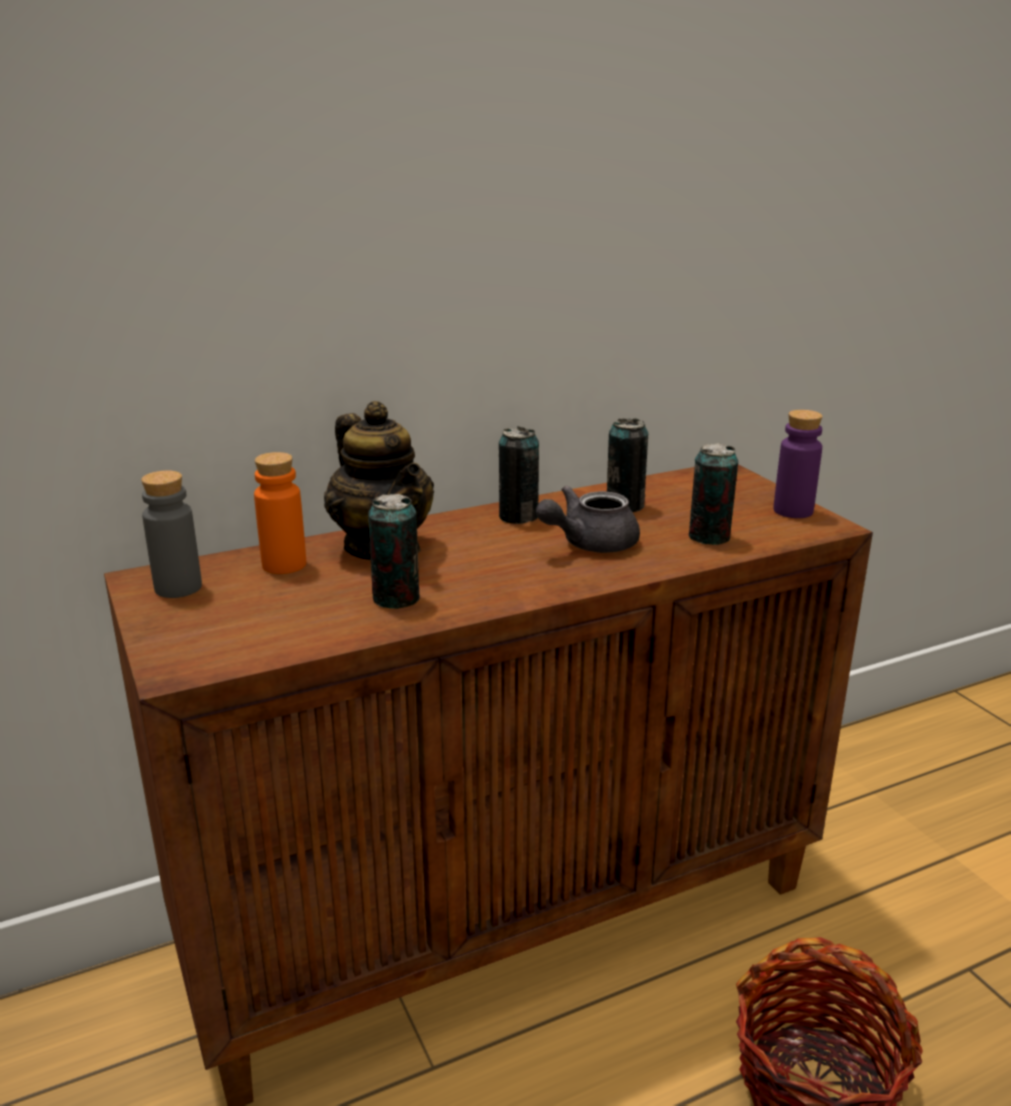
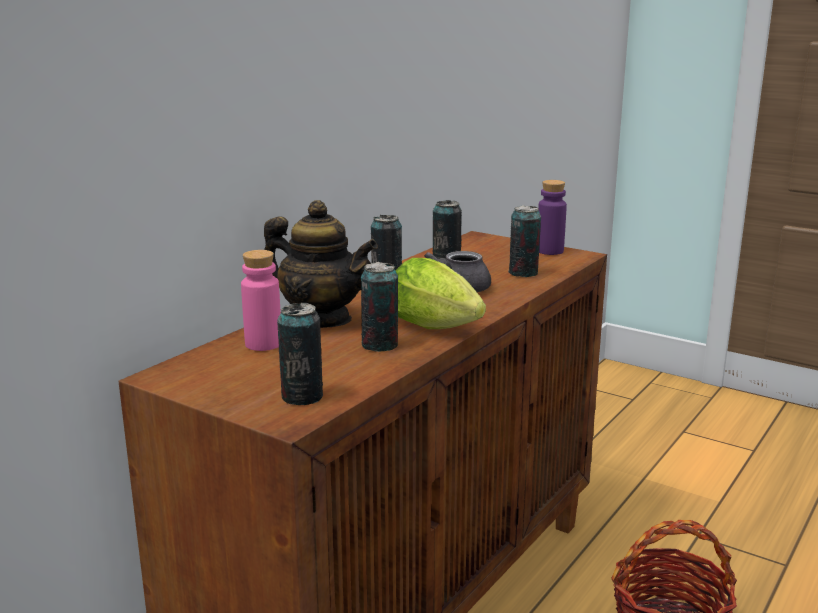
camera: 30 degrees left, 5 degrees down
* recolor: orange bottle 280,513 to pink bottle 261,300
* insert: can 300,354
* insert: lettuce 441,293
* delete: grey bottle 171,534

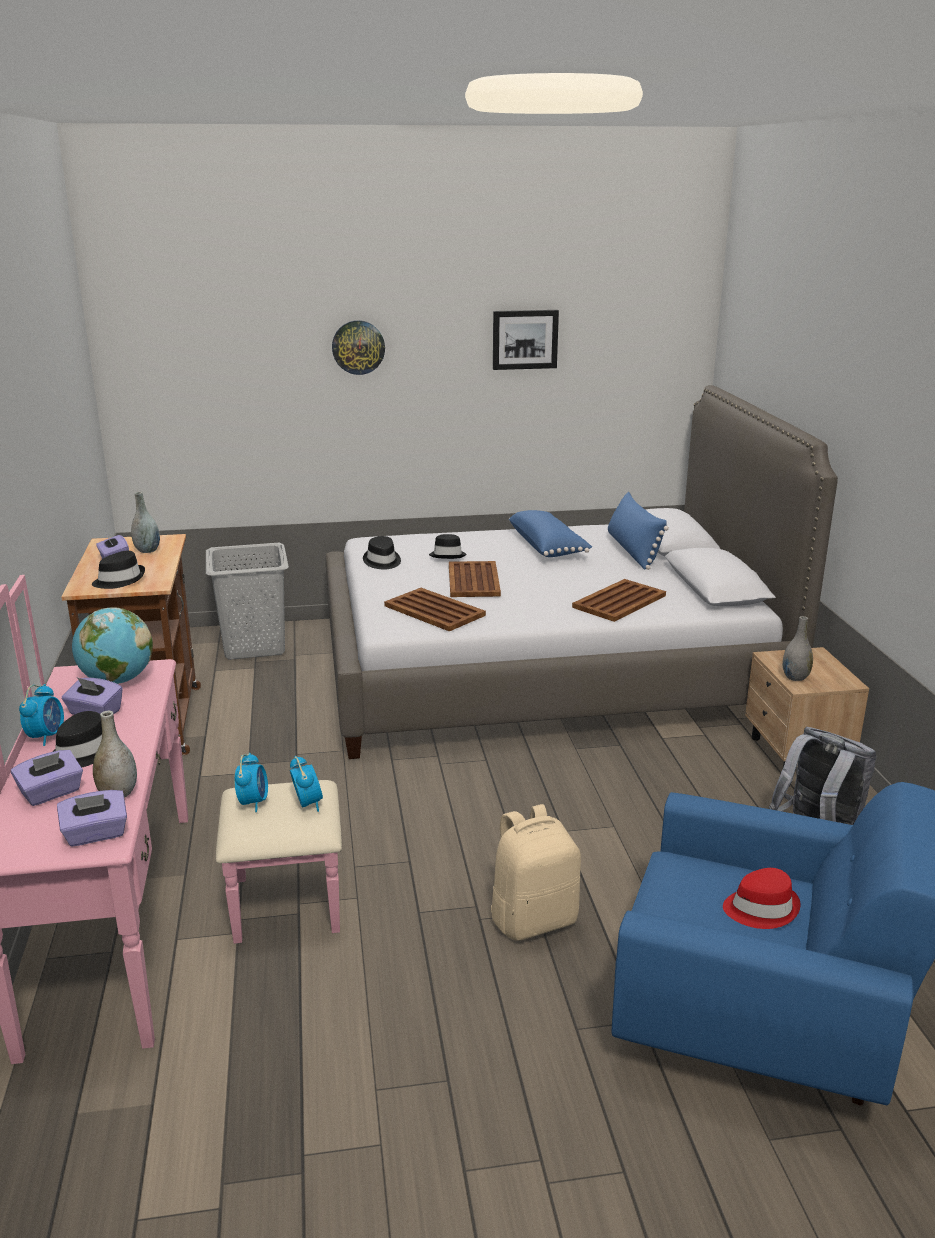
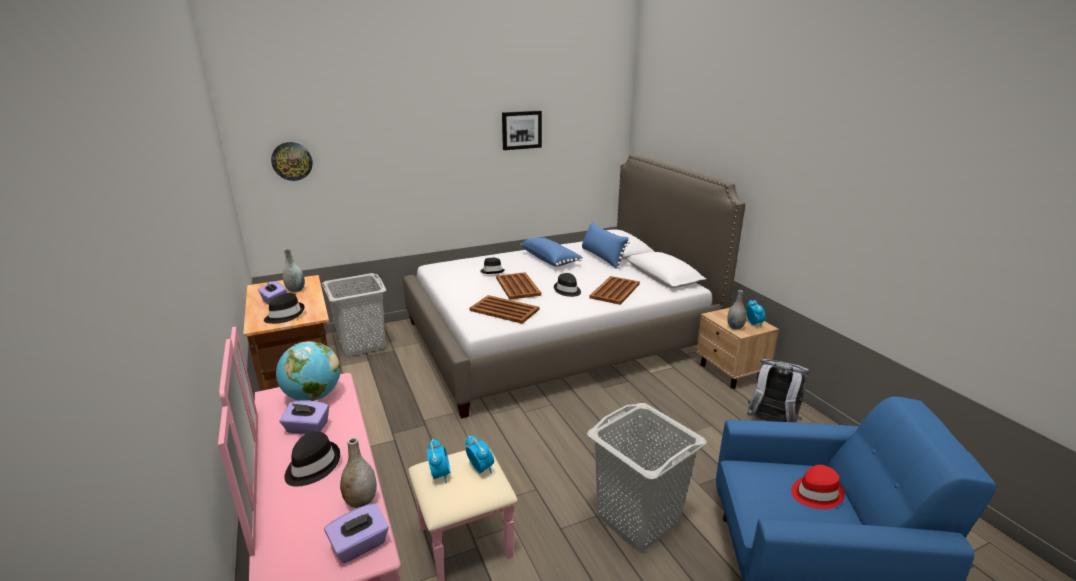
camera: 15 degrees left, 0 degrees up
* move: wall clock 358,347 to 292,161
* move: black hat 382,552 to 567,285
* replace: beige backpack 535,872 to grey laundry basket 647,477
* move: alarm clock 41,715 to 755,314
* delete: purple tissue box 47,778

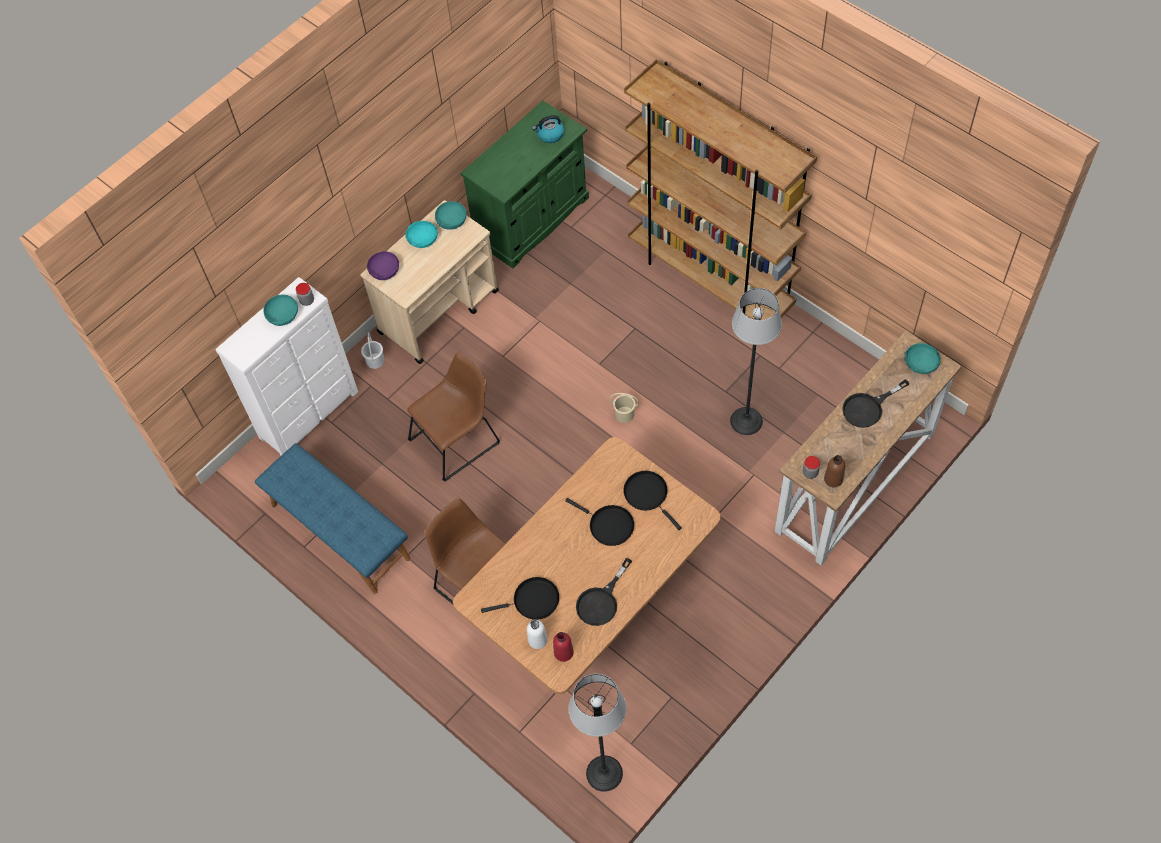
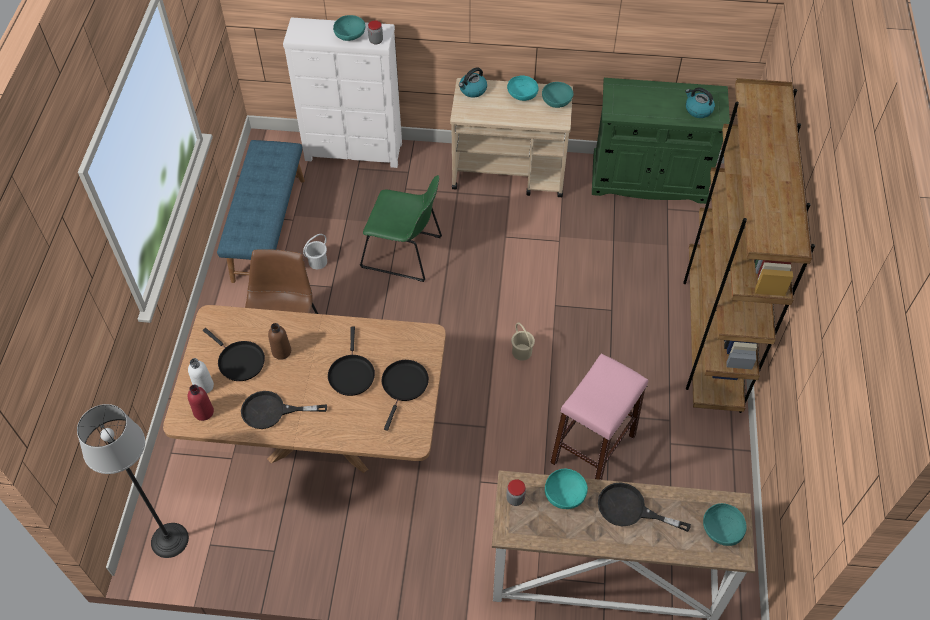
camera: 50 degrees right, 5 degrees down
* move: brown bottle 834,471 to 279,341
* move: white bucket 373,351 to 315,251
* recolor: brown chair 453,416 to green chair 401,228
* replace: purple bowl 383,265 to kettle 473,82
* insert: turquoise bowl 566,489
* replace: floor lamp 756,361 to pink stool 599,416

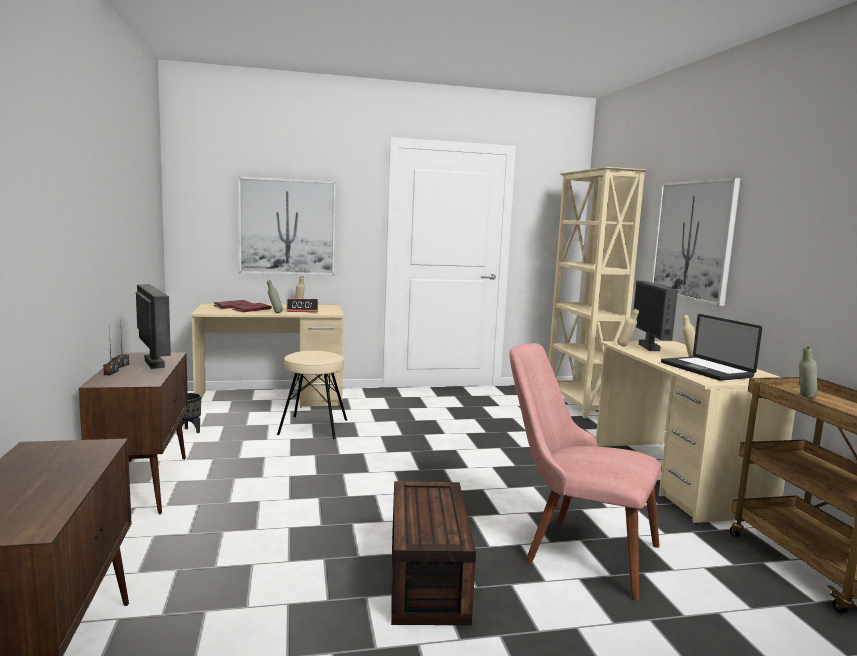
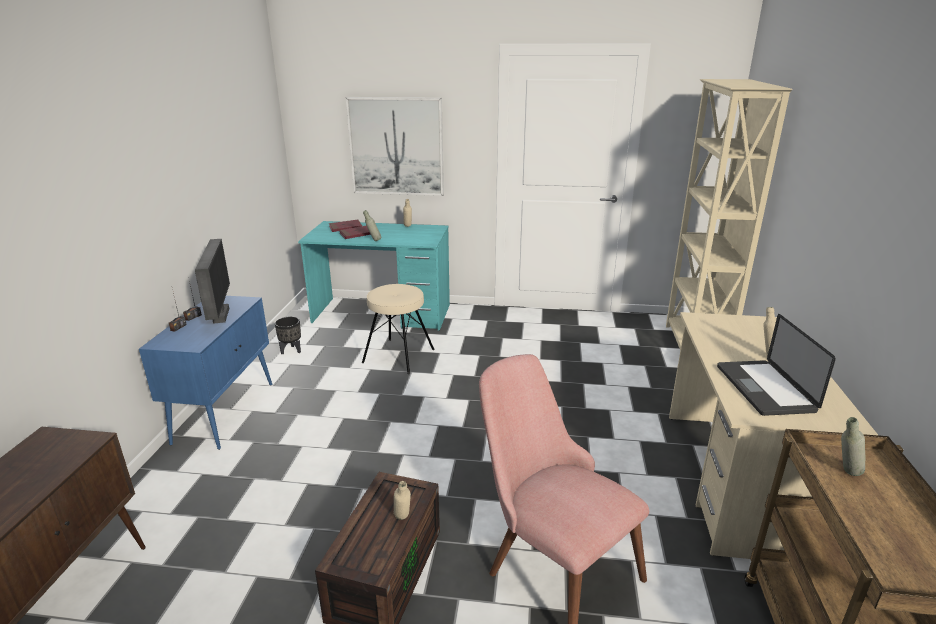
camera: 20 degrees right, 15 degrees up
* recolor: brown cabinet 133,433 to blue cabinet 205,373
* recolor: beige desk 267,355 to turquoise desk 374,276
* move: beige bottle 628,328 to 402,500
* delete: alarm clock 302,305
* delete: monitor 655,316
* delete: picture 696,242

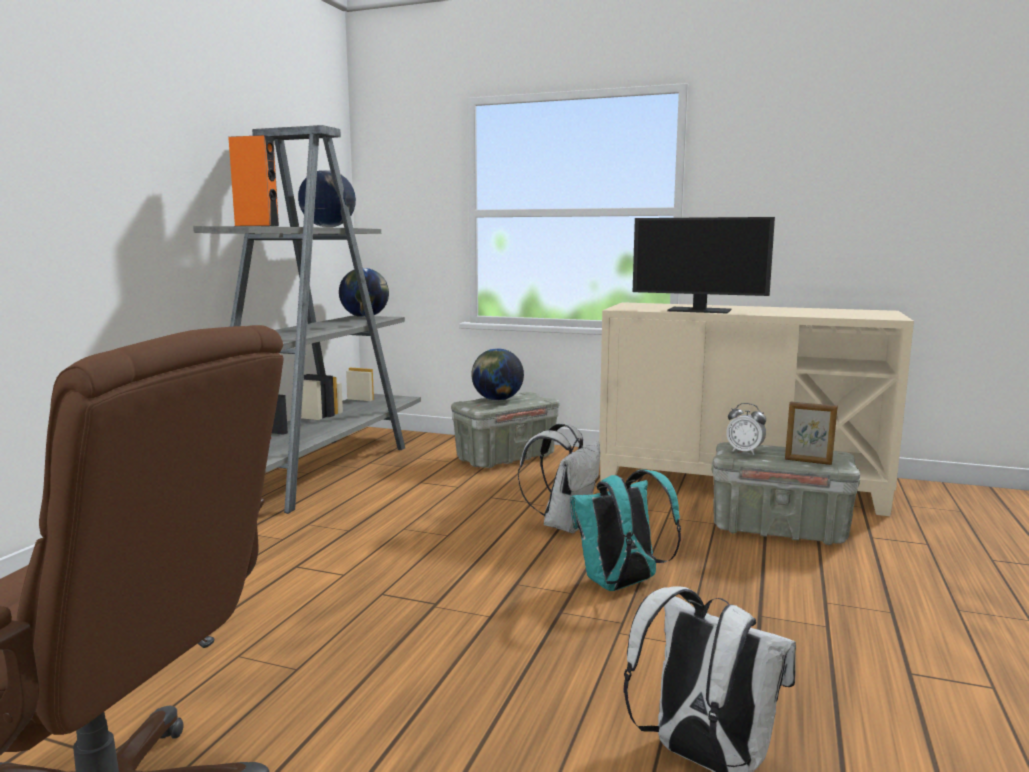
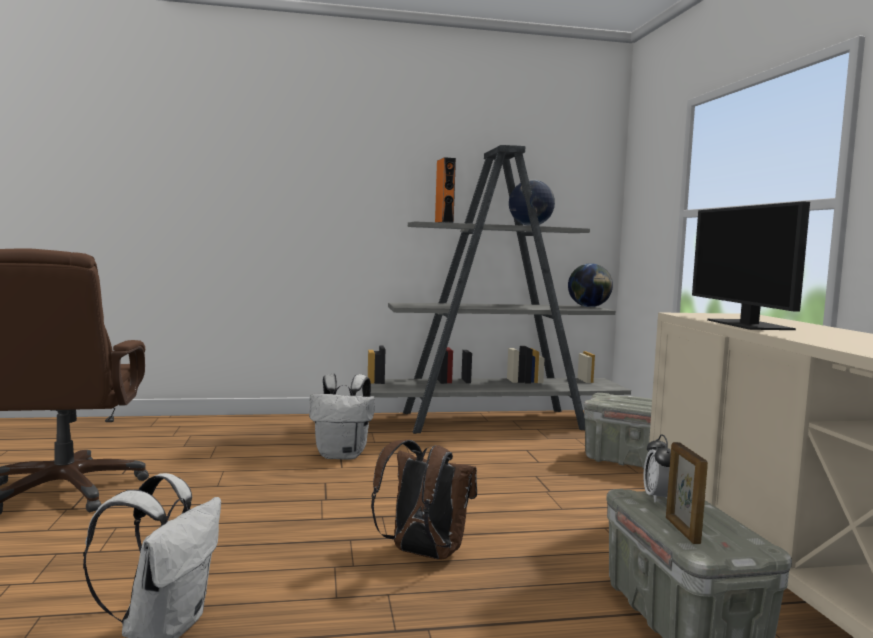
camera: 60 degrees right, 5 degrees down
* move: white backpack 559,478 to 342,416
* recolor: turquoise backpack 625,530 to brown backpack 424,499
* delete: globe 497,374

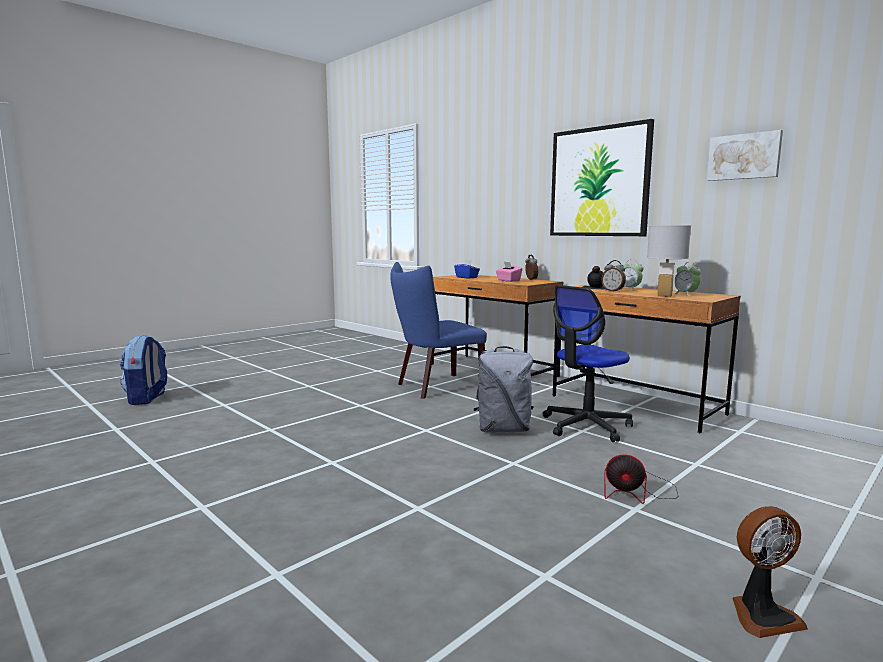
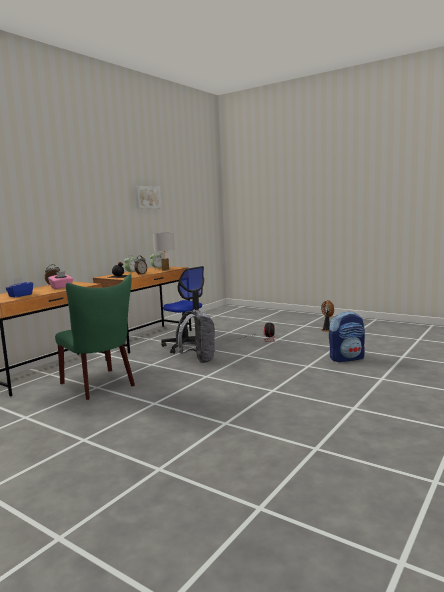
camera: 100 degrees left, 0 degrees up
* recolor: blue chair 438,330 to green chair 95,337
* move: backpack 143,370 to 347,336
* delete: picture 602,177

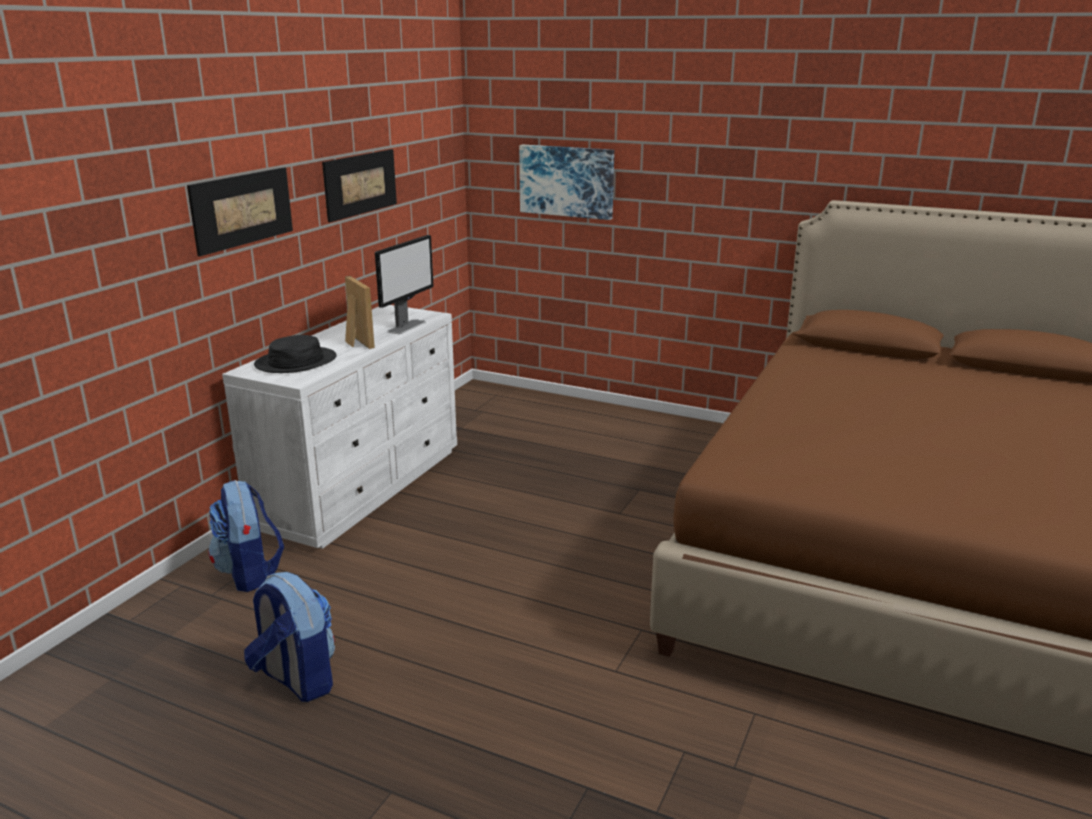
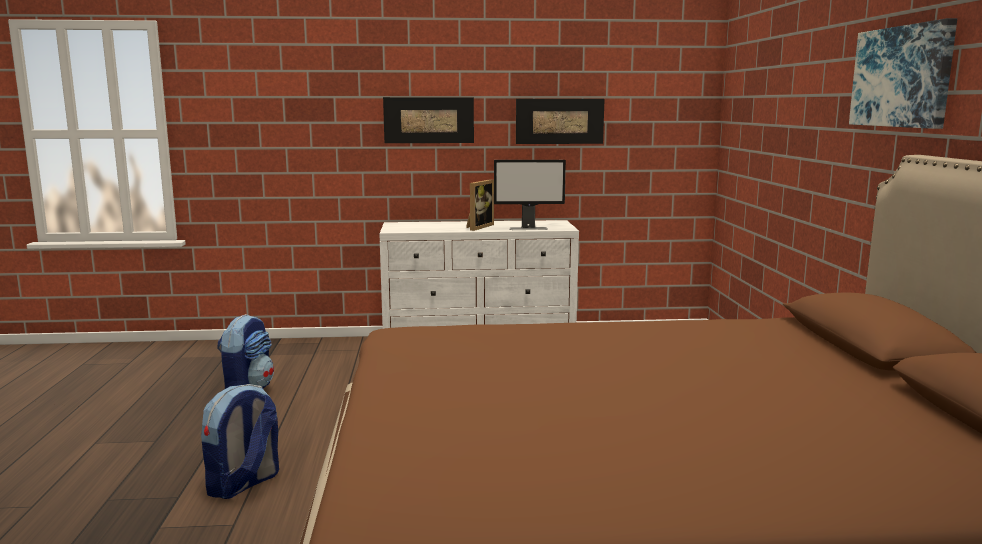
camera: 60 degrees right, 10 degrees down
* move: backpack 246,536 to 240,441
* move: picture 566,182 to 903,73
* delete: black hat 295,354

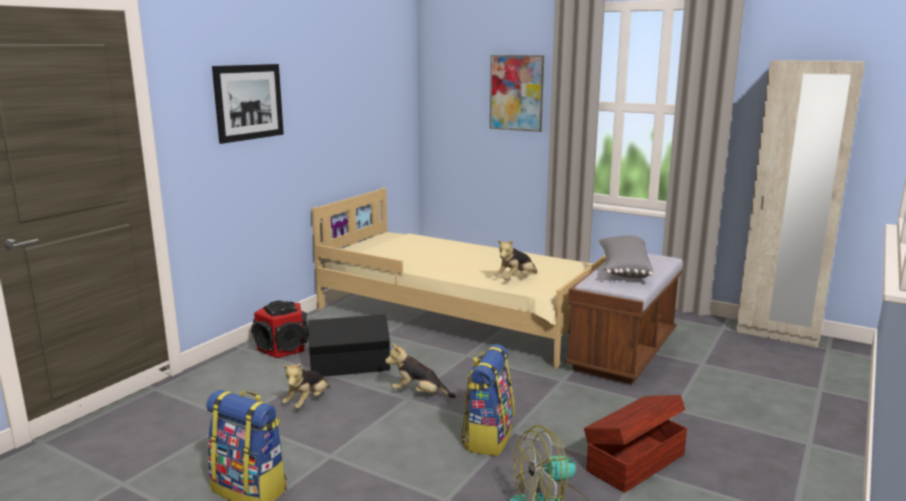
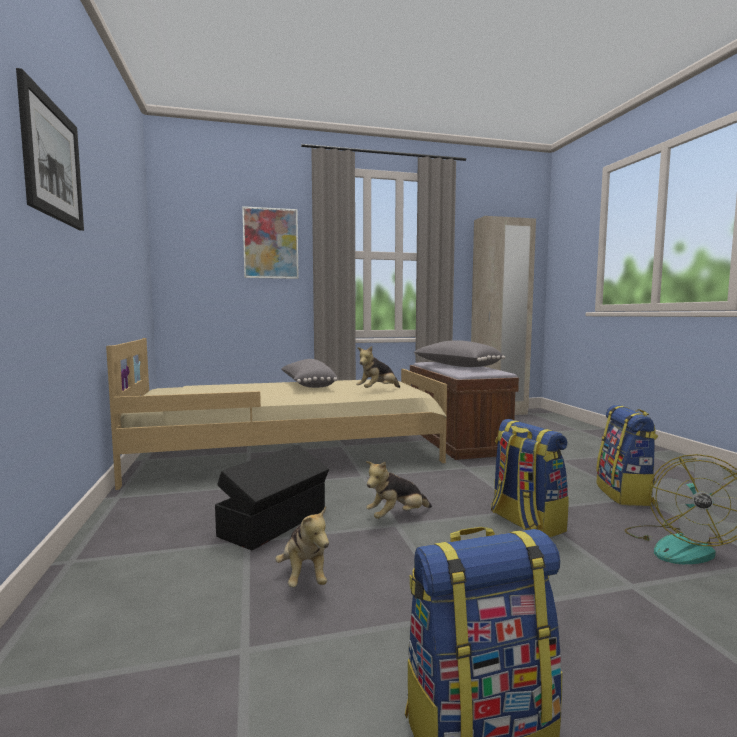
camera: 45 degrees left, 10 degrees down
* insert: grey pillow 309,373
* rotate: plush toy 516,260 = 378,367 45 degrees clockwise
* replace: brown storage box 635,444 to backpack 627,455
* delete: speaker 280,329

